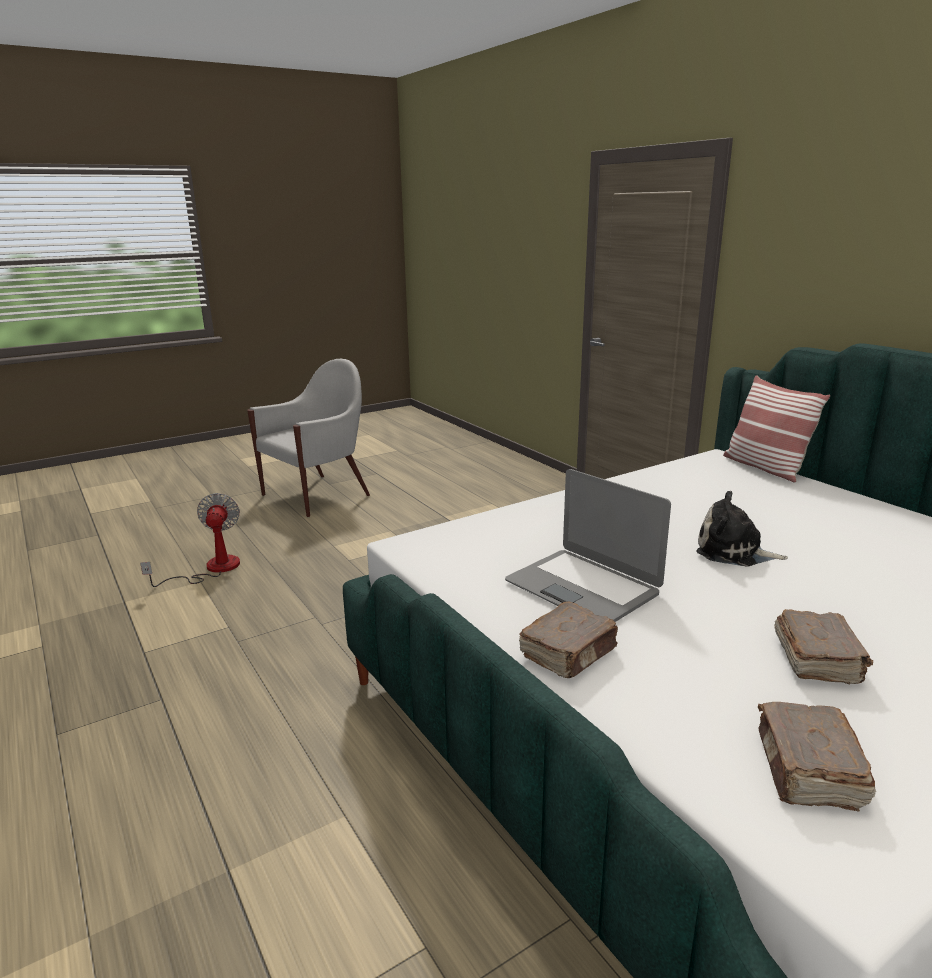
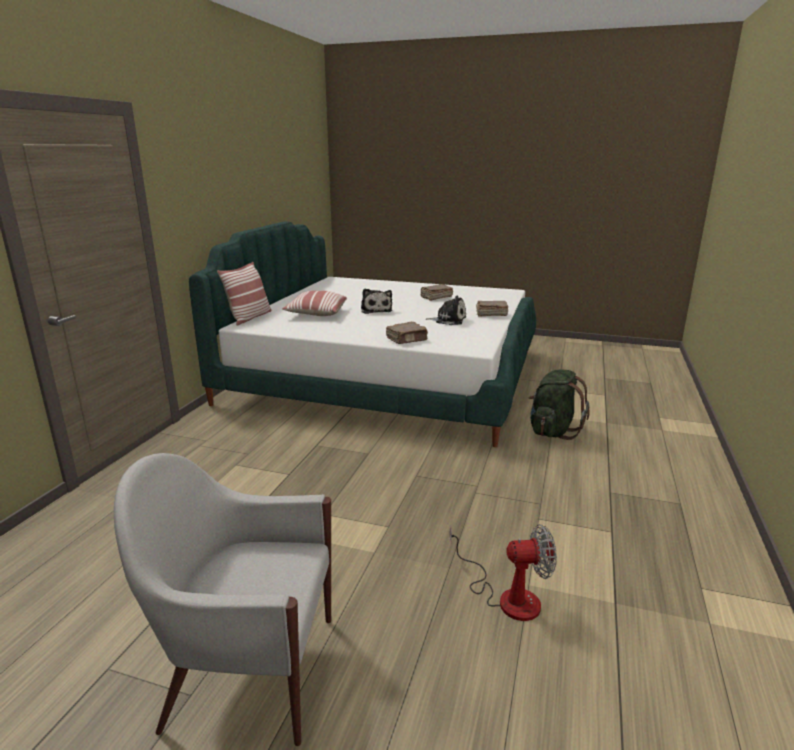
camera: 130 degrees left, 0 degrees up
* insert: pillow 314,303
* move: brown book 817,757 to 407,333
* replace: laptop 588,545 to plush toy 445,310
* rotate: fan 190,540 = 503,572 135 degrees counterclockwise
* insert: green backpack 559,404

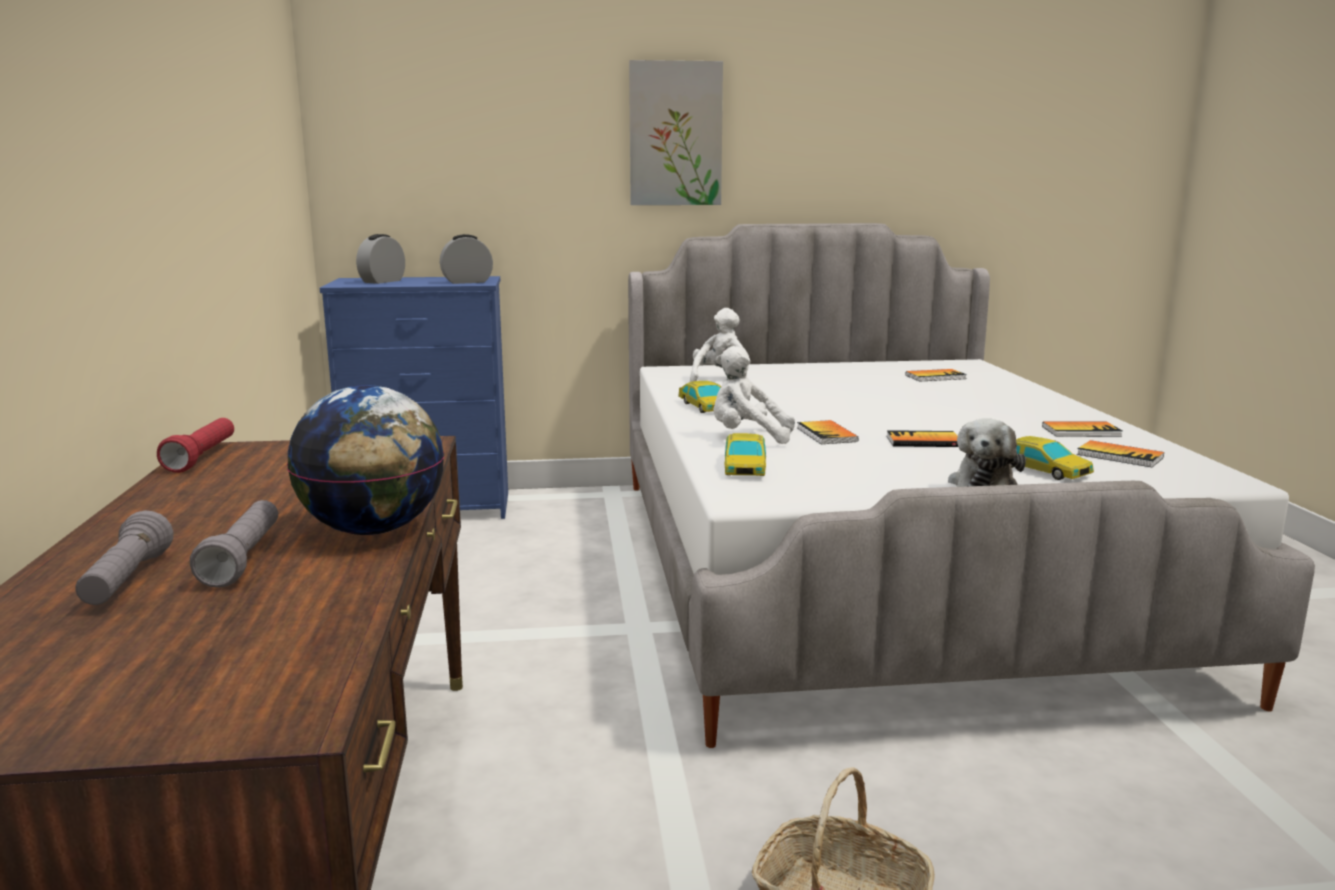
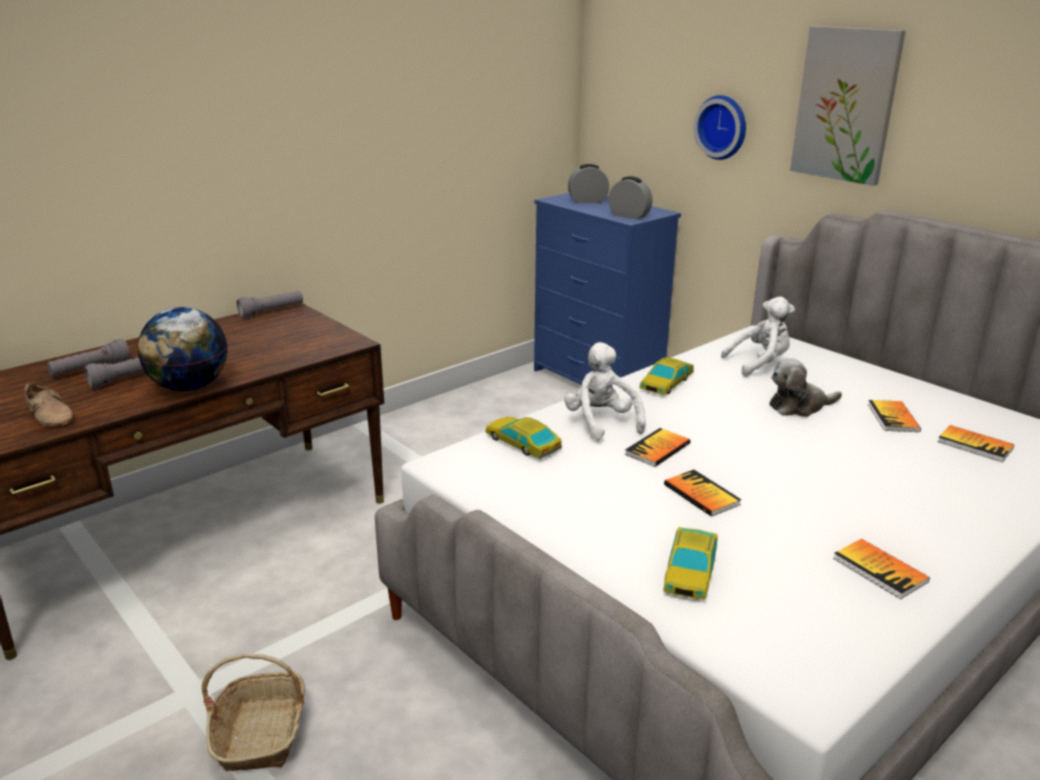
camera: 55 degrees right, 10 degrees up
* insert: beige shoe 49,404
* recolor: red flashlight 195,445 to grey flashlight 270,304
* rotate: toy car 745,454 = 523,437 75 degrees clockwise
* insert: wall clock 720,127
* move: plush toy 987,452 to 805,387
* move: book 1120,453 to 894,416

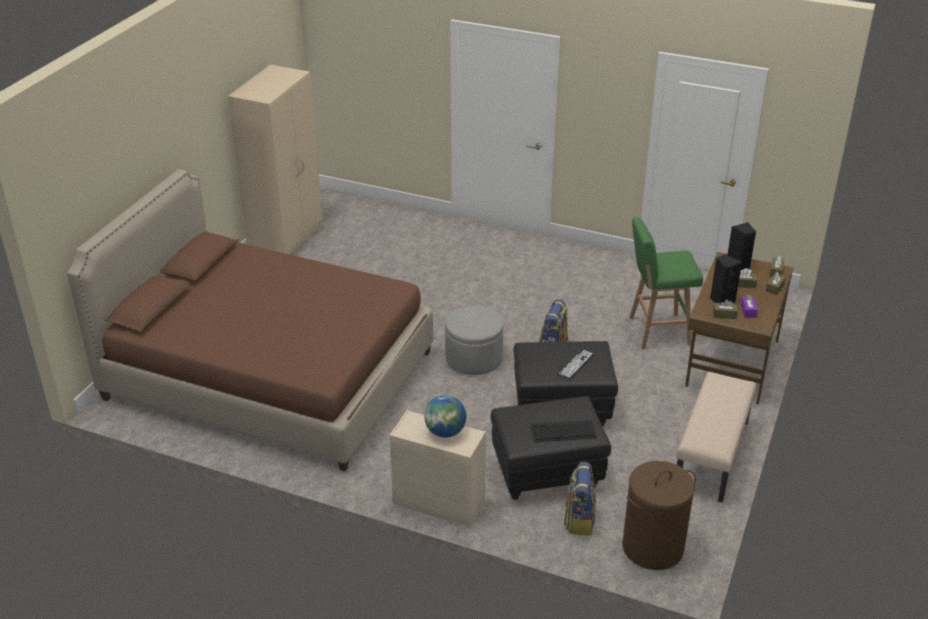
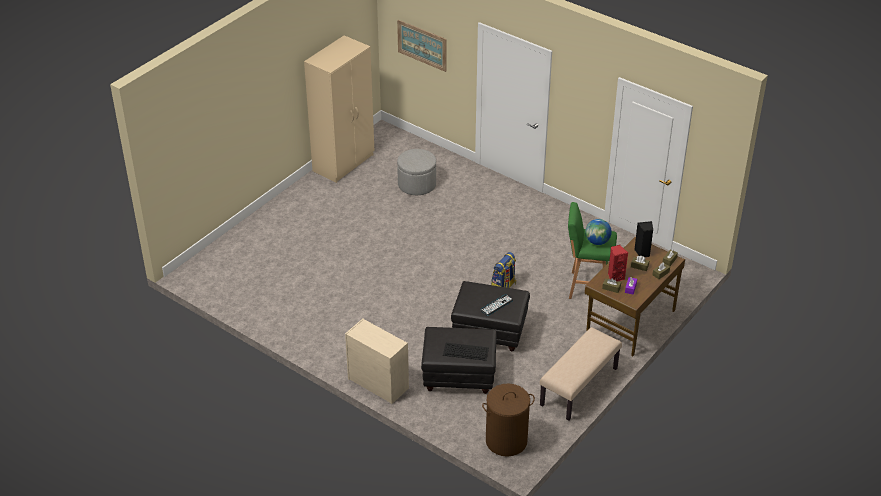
camera: 15 degrees right, 5 degrees up
* insert: picture 422,46
* move: grey ottoman 474,340 to 416,172
* move: globe 445,416 to 598,232
* recolor: black speaker 726,278 to red speaker 618,263
* delete: brown bed 250,320
* delete: backpack 580,498

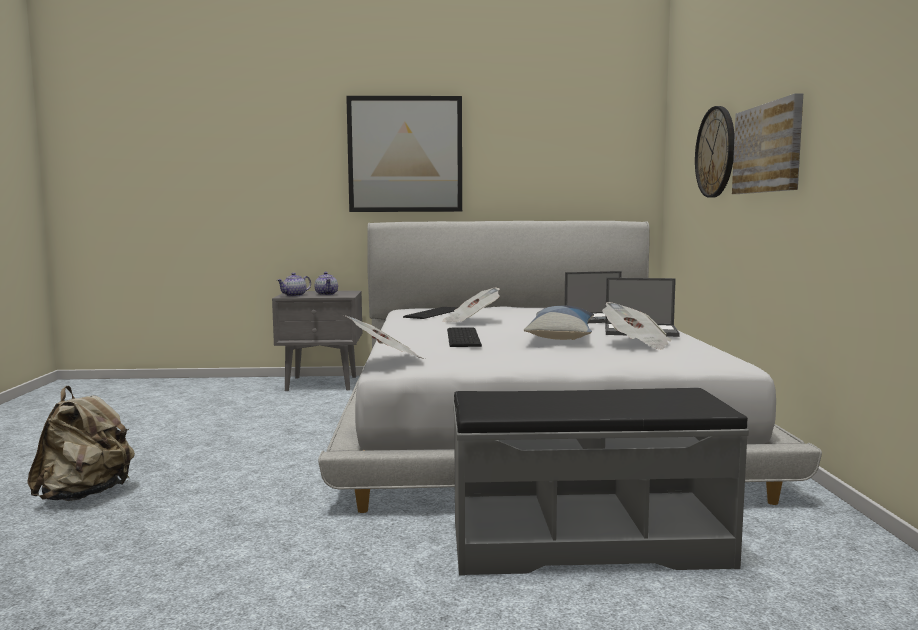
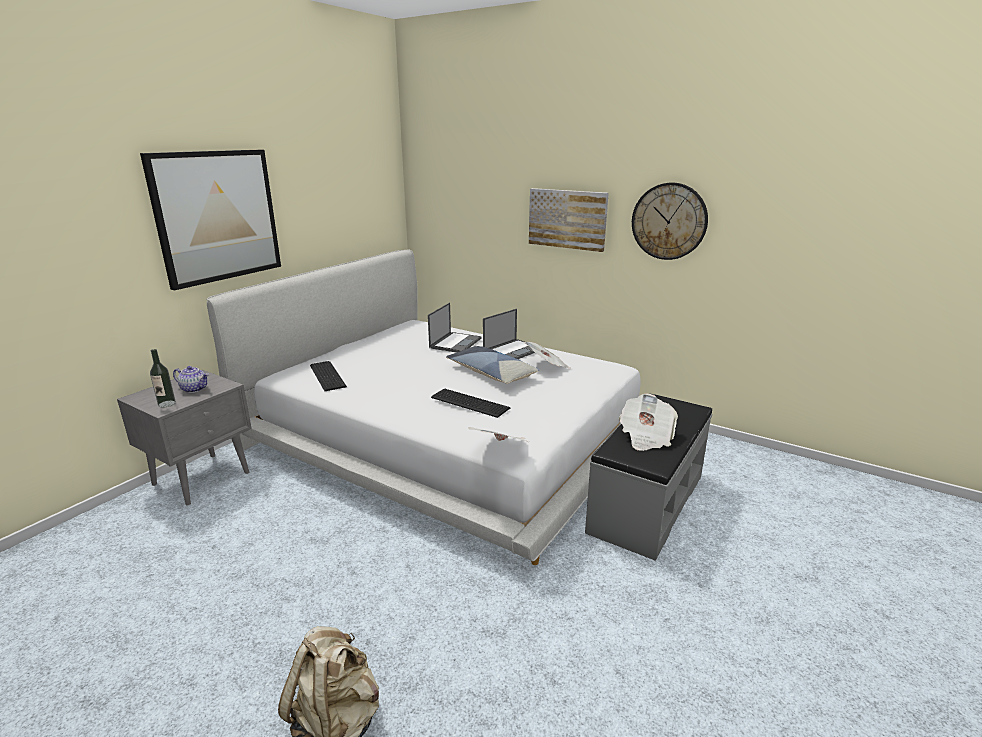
camera: 55 degrees left, 15 degrees up
* replace: teapot 294,285 to bottle 163,378
* move: newspaper 471,305 to 648,422
* move: wall clock 715,152 to 670,221

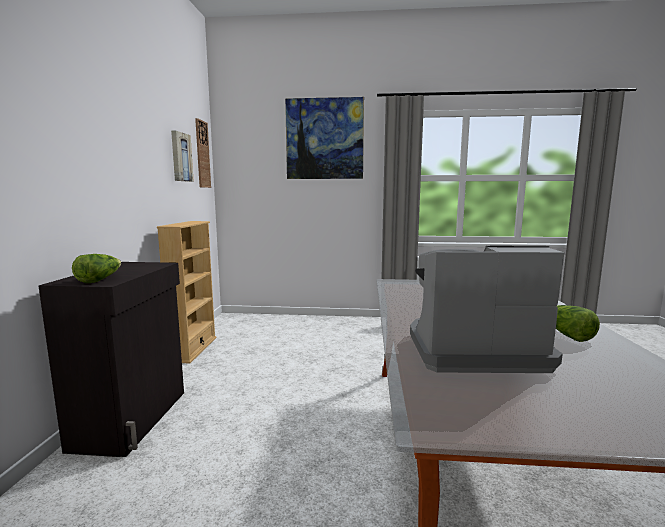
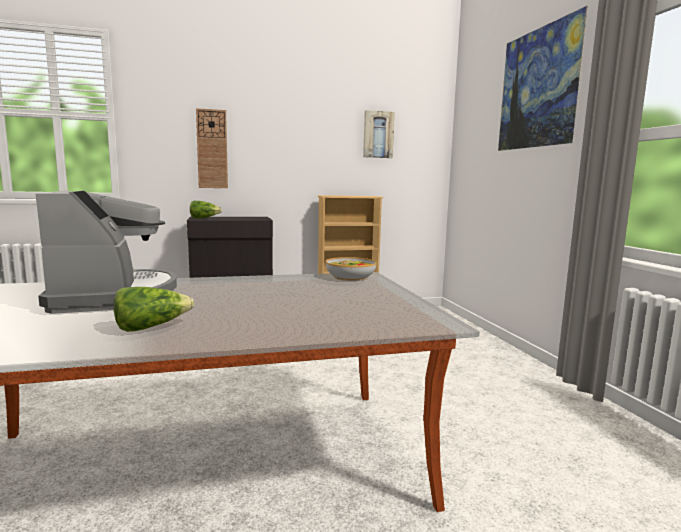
camera: 70 degrees right, 0 degrees up
* move: wall clock 203,153 to 212,148
* insert: bowl 351,269

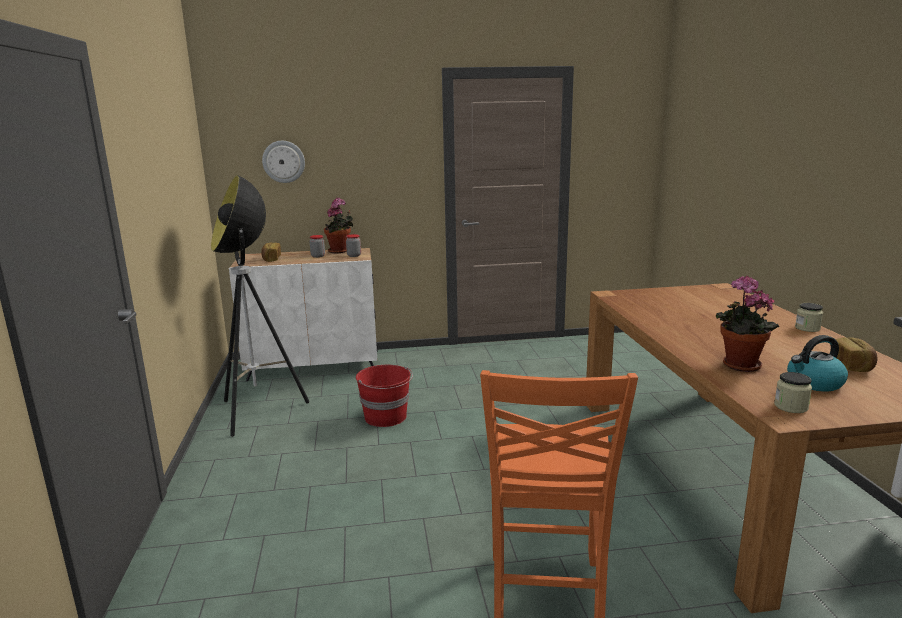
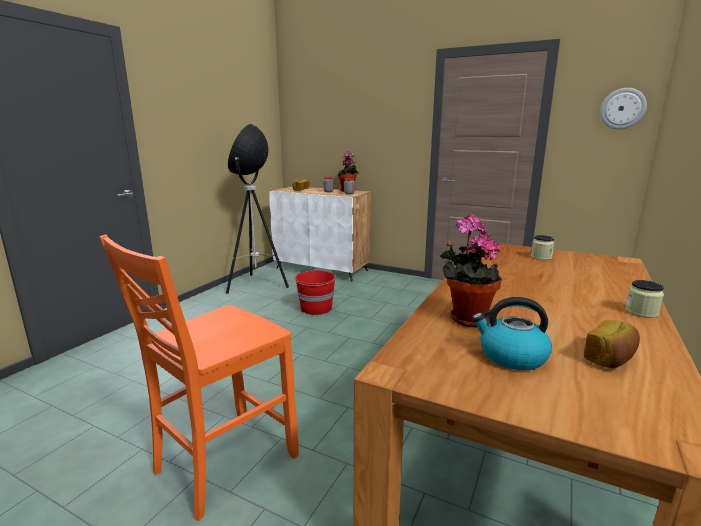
camera: 35 degrees right, 0 degrees up
* move: jar 793,392 to 542,247
* move: wall clock 283,162 to 623,109

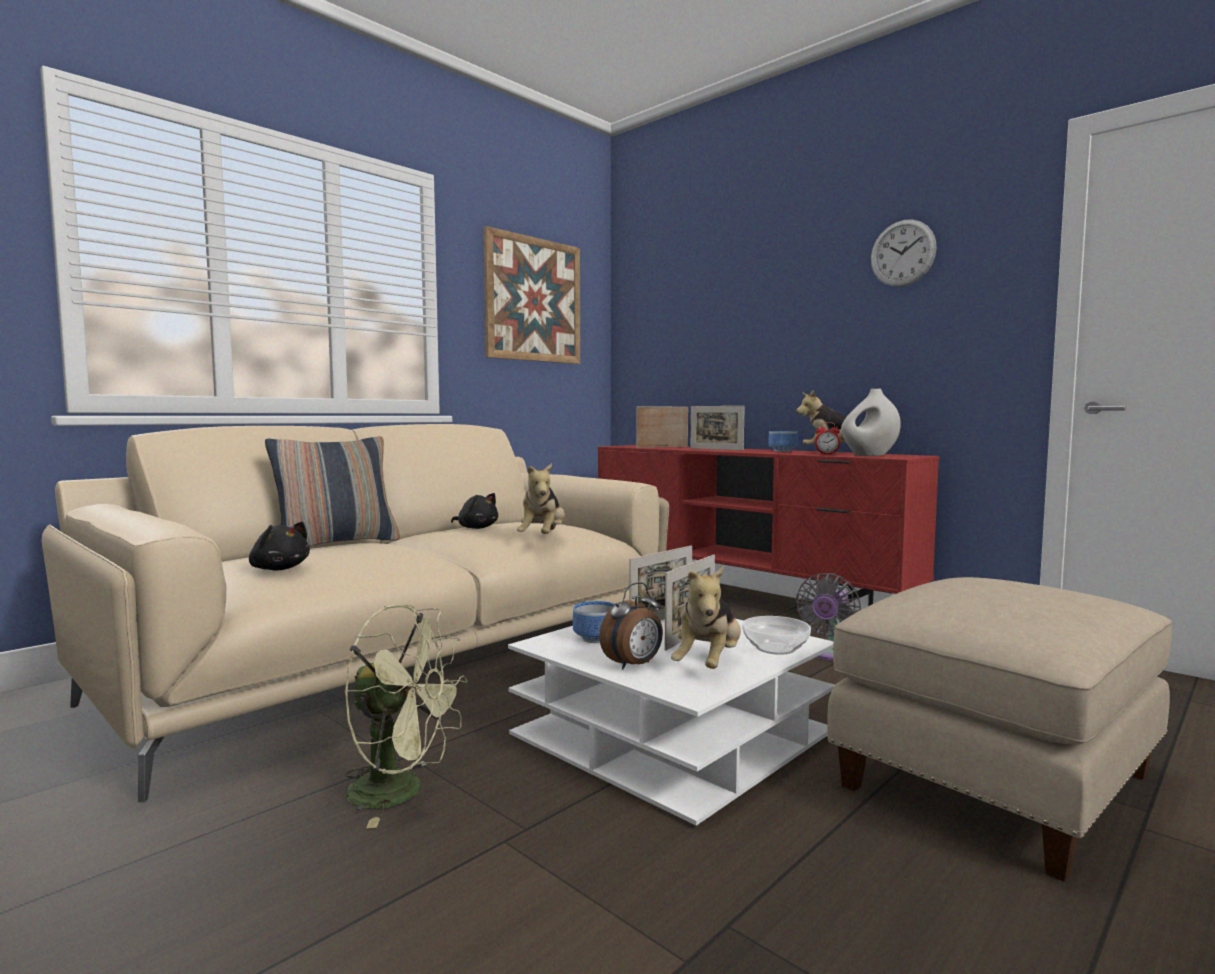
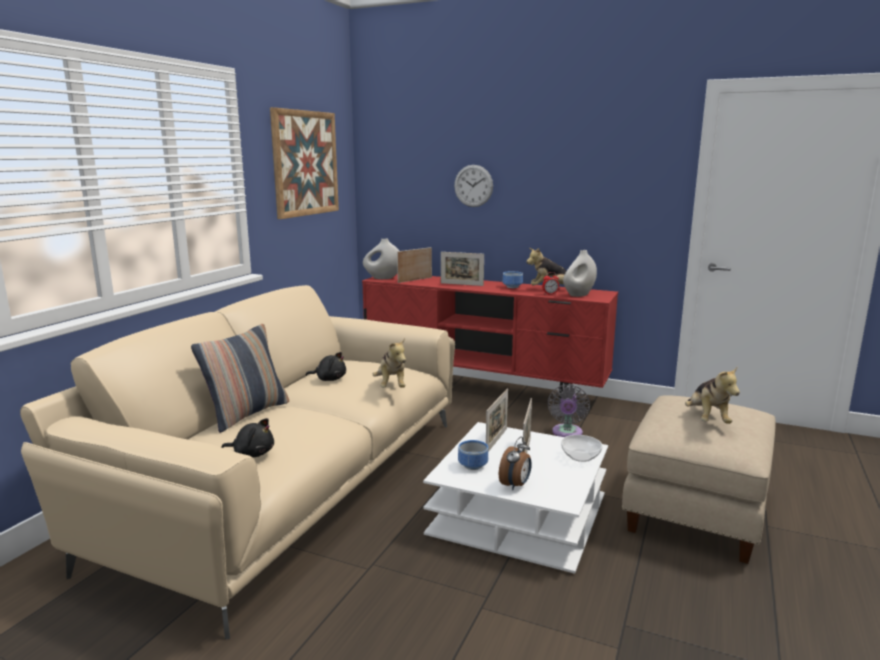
camera: 20 degrees left, 10 degrees up
* insert: white vase 381,259
* move: wall clock 904,253 to 473,186
* move: plush toy 706,617 to 712,395
* delete: green fan 406,716

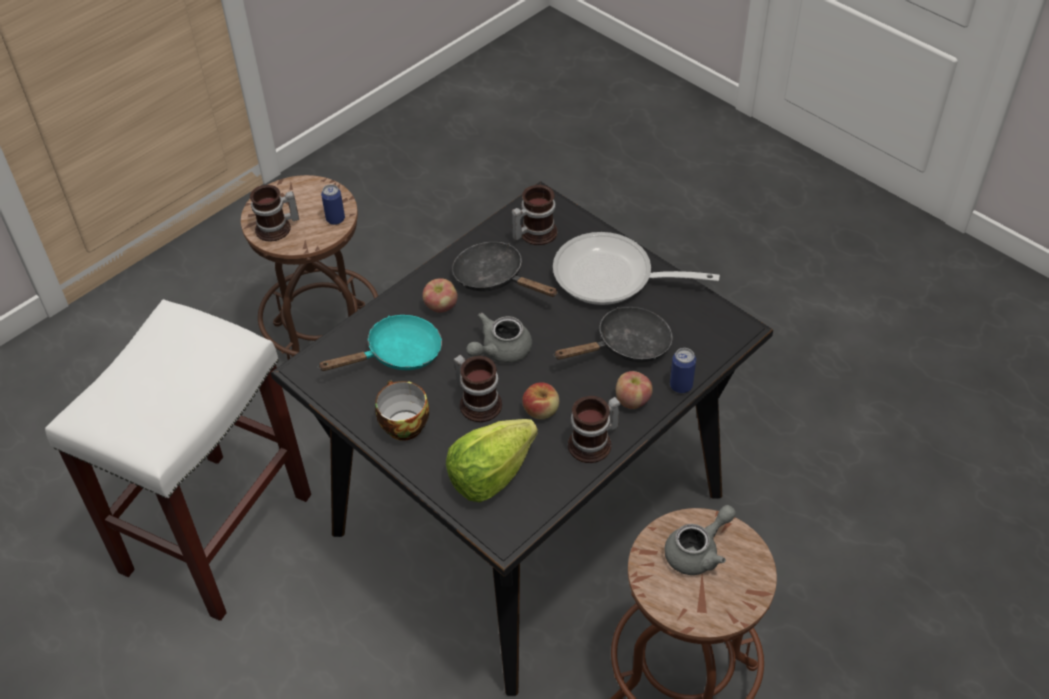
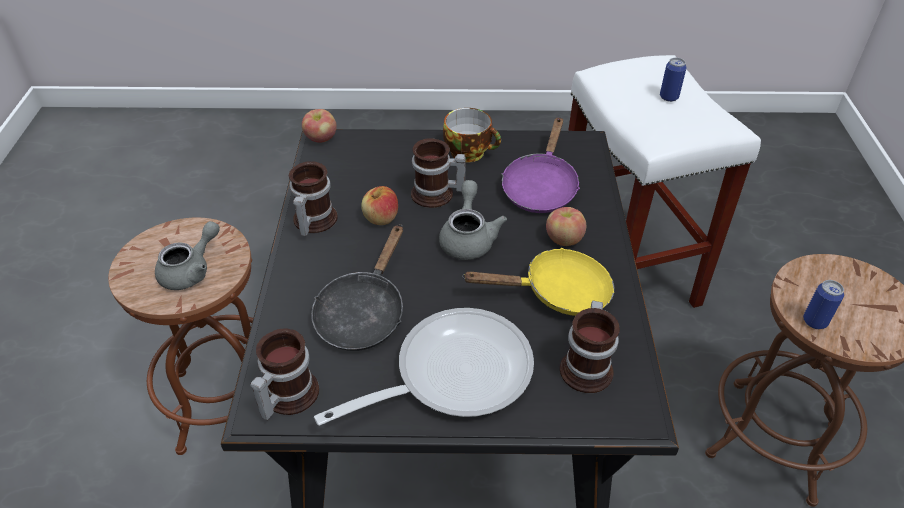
camera: 135 degrees right, 5 degrees down
* rotate: grey teapot 700,540 = 187,255 150 degrees counterclockwise
* move: mug 274,213 to 284,374
* move: apple 634,390 to 319,126
* recolor: black frying pan 505,269 to yellow frying pan 538,282
* recolor: turquoise frying pan 380,343 to purple frying pan 541,165
* move: can 683,370 to 673,80
* delete: lettuce 492,460

